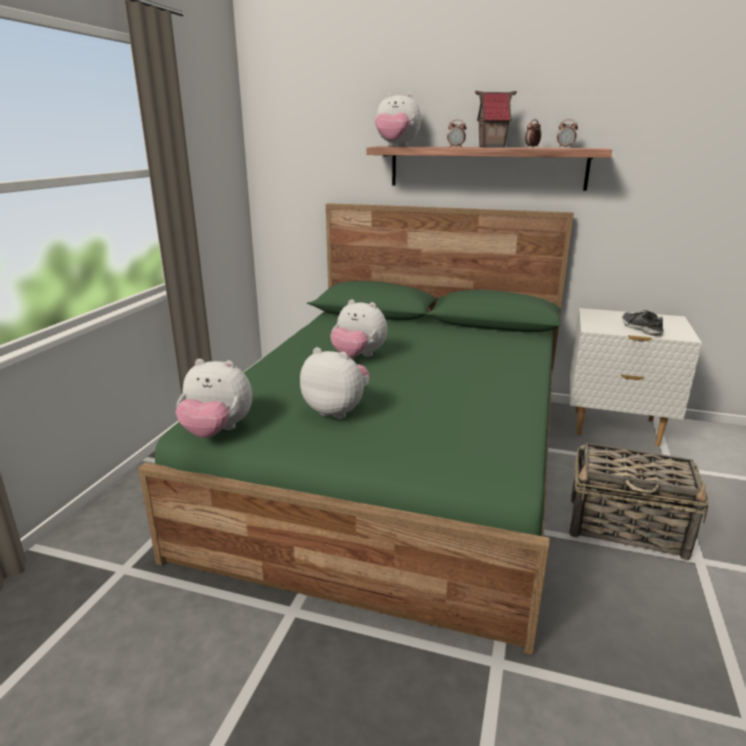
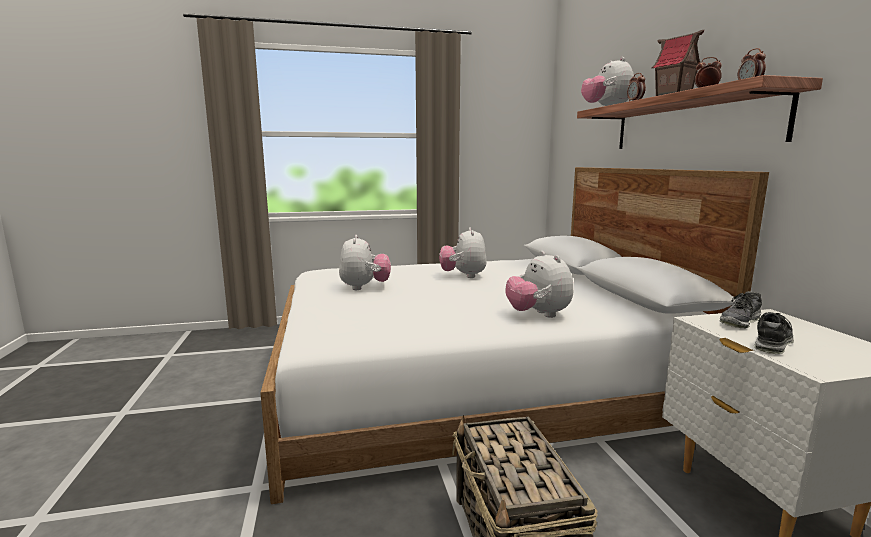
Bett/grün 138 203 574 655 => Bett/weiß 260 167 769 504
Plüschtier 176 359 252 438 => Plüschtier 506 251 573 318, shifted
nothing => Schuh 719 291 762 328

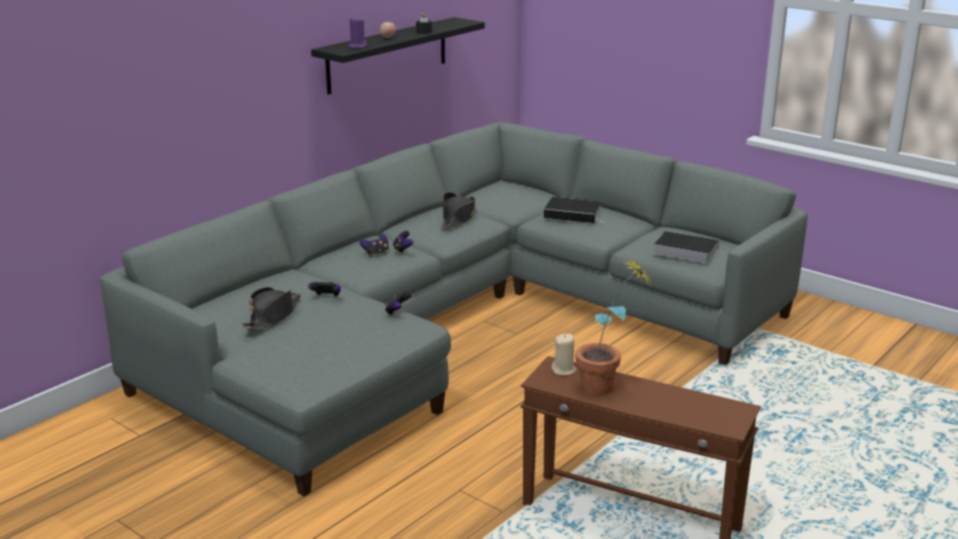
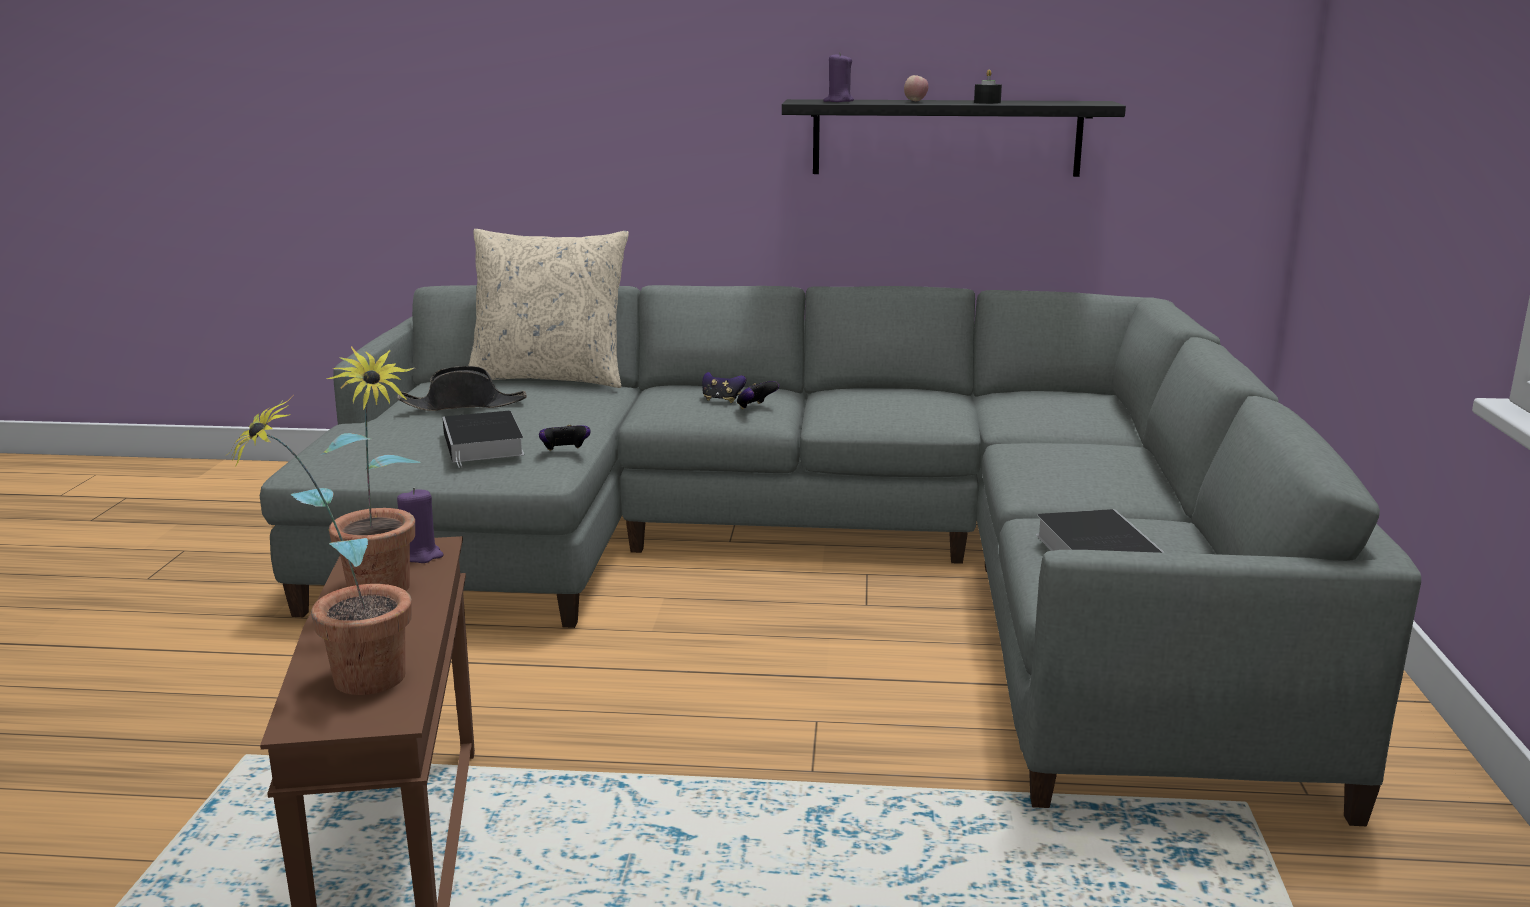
nothing => Topfpflanze 228 395 412 695
Kerze/beige 552 334 577 375 => Kerze/lila 397 488 444 563
Buch 544 197 605 223 => Buch 442 411 524 468, shifted
nothing => Kissen/beige 468 229 629 388
Gamepad 308 281 341 296 => nothing
Hut/schwarz 441 192 475 228 => nothing

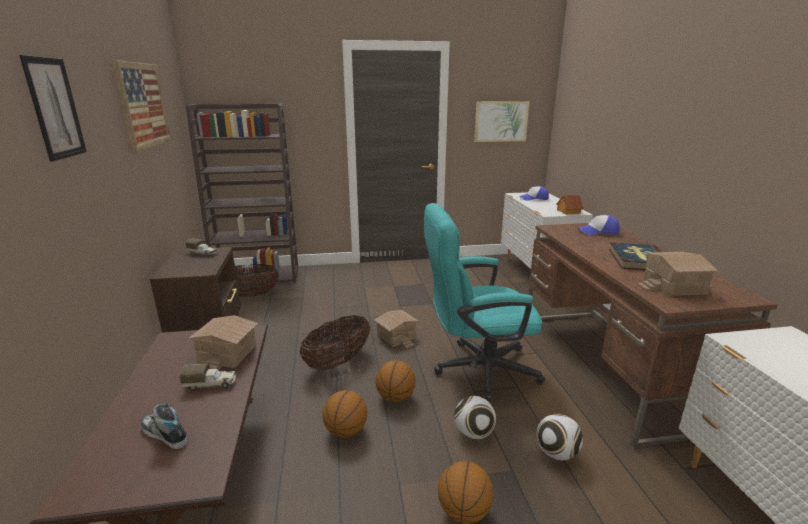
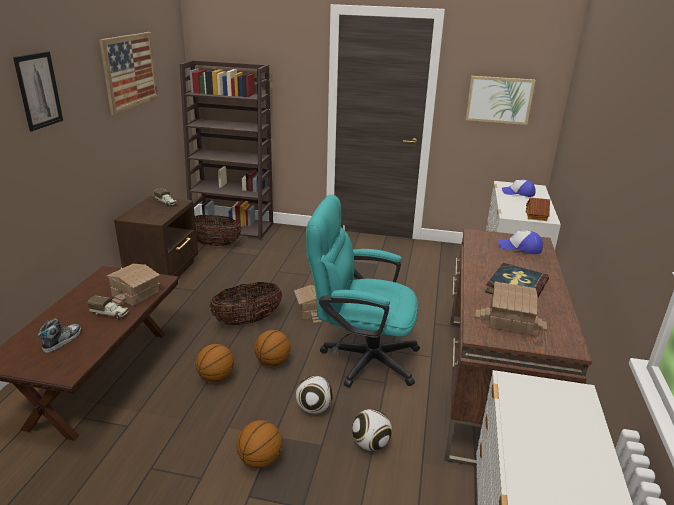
Schuh 141 403 188 449 => Schuh 38 319 81 353, 60 degrees clockwise

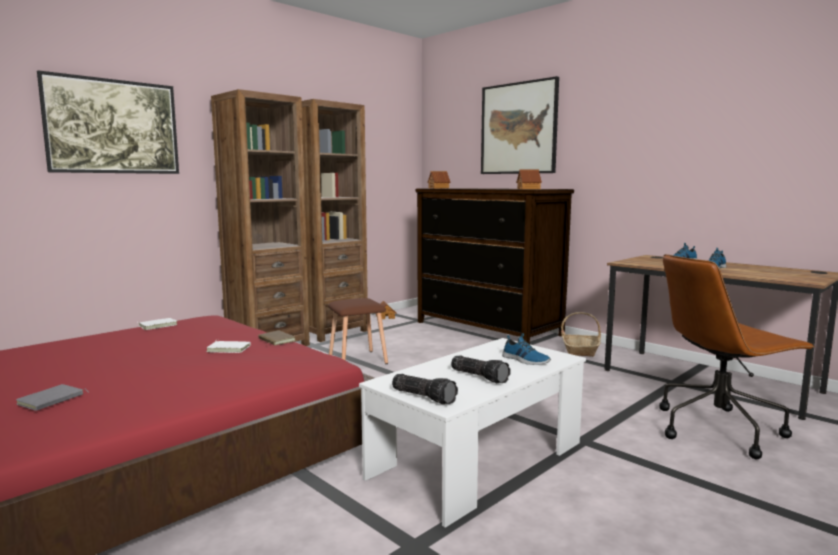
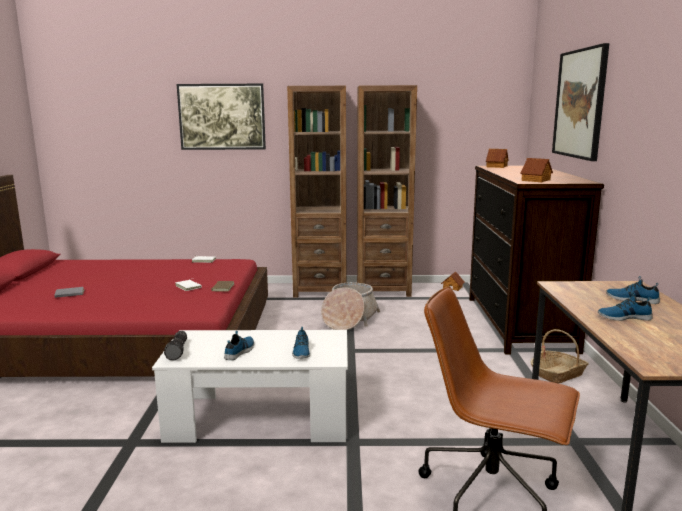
Taschenlampe 451 356 511 383 => Schuh 224 331 254 360
Hocker/braun 328 298 388 364 => Korb 321 282 380 330

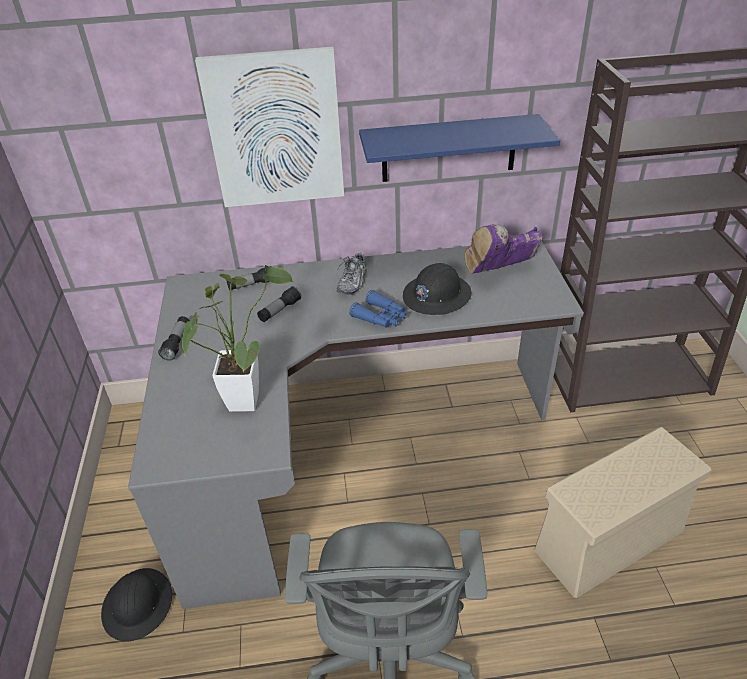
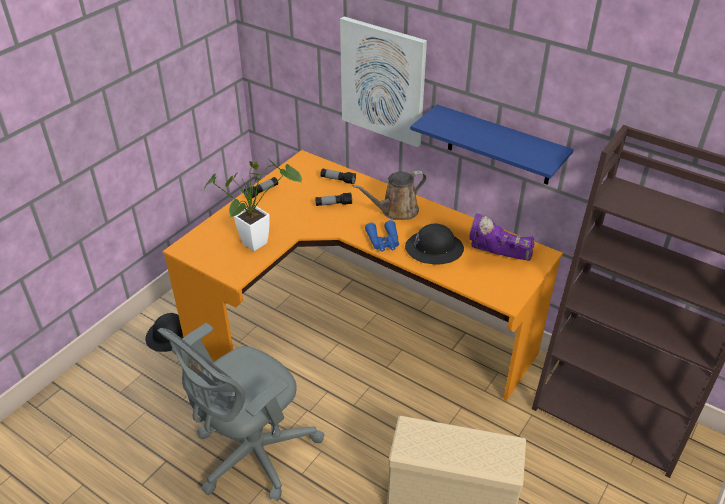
Schreibtisch/grau 128 241 584 609 => Schreibtisch/orange 163 150 563 401
Schuh 337 251 367 295 => Gießkanne/braun 353 170 427 220

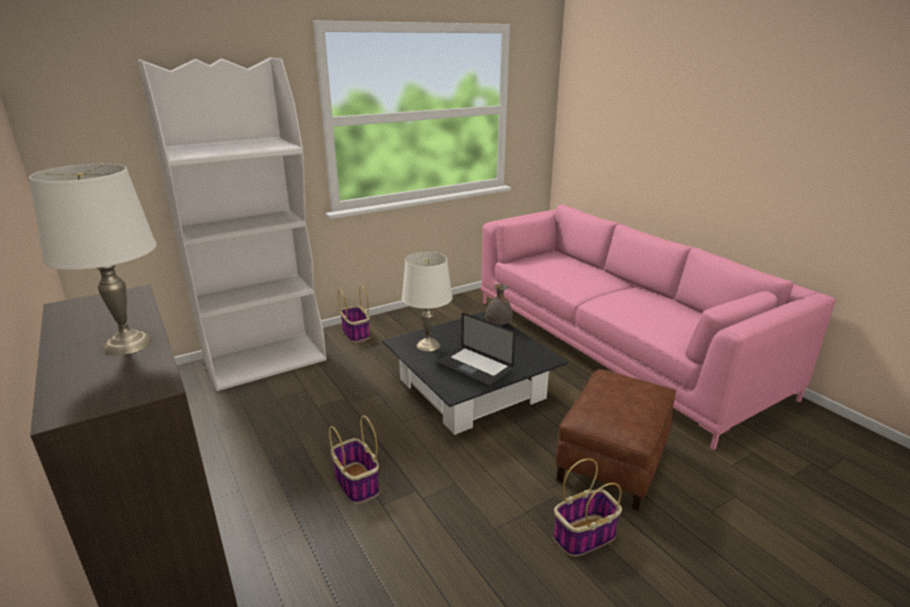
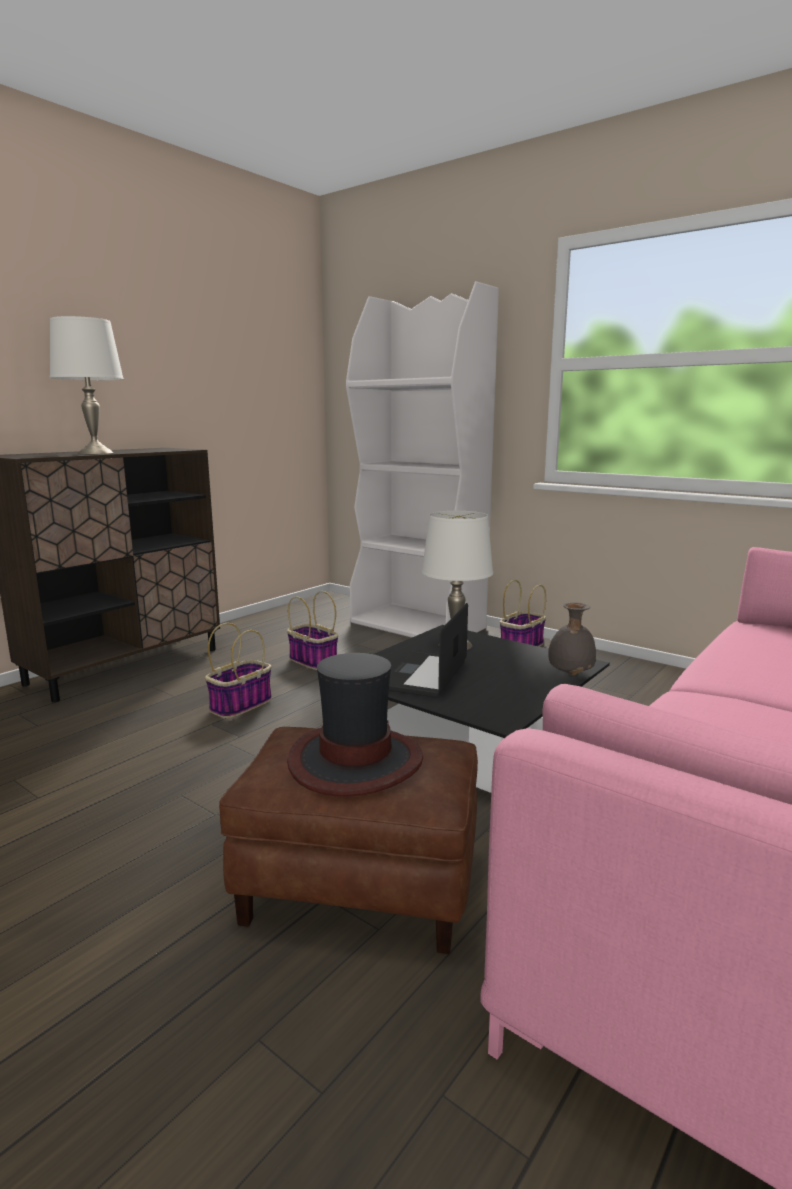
Korb 553 458 622 557 => Korb 287 591 338 670, shifted
nothing => Hut 287 653 423 797

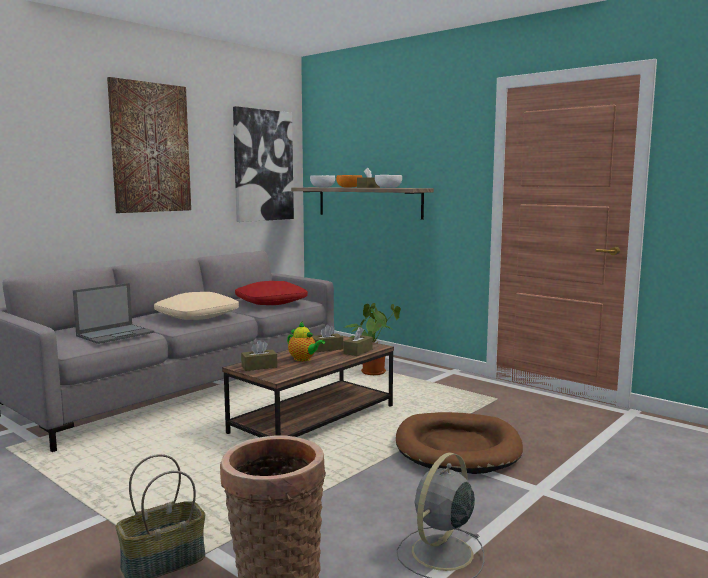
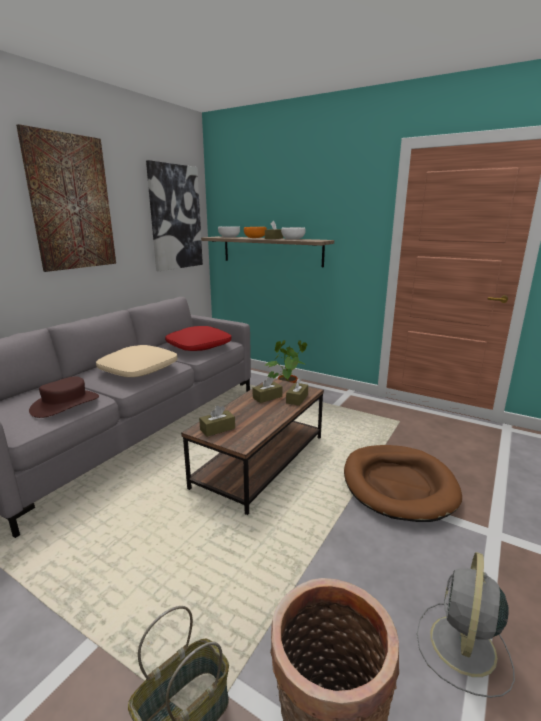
Laptop 73 283 154 344 => Hut/braun 29 376 99 418
Teekanne 287 322 325 361 => nothing

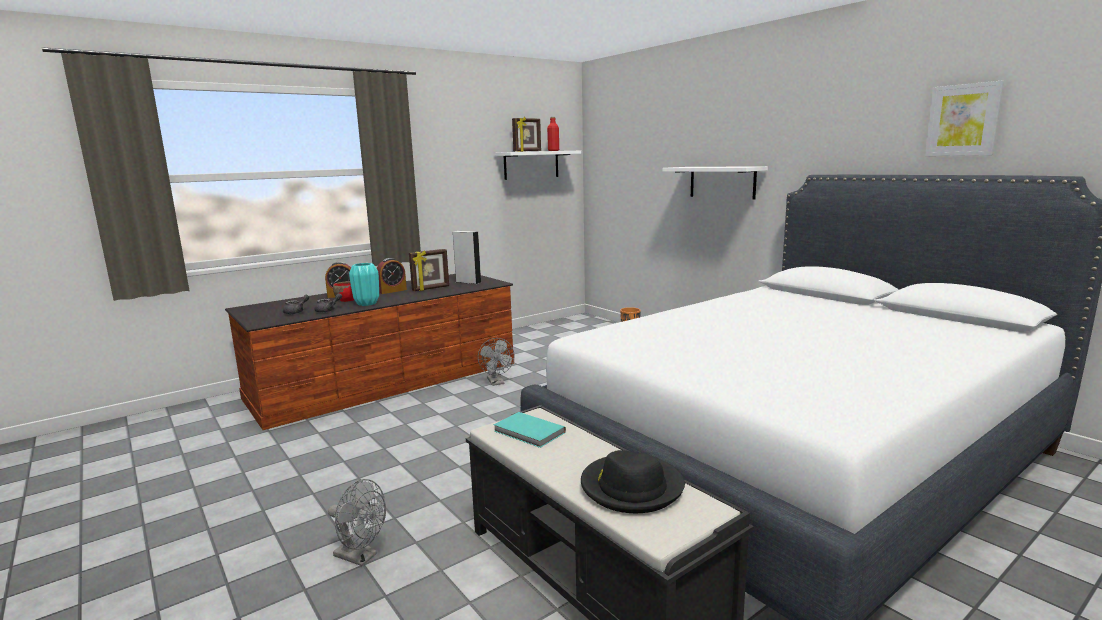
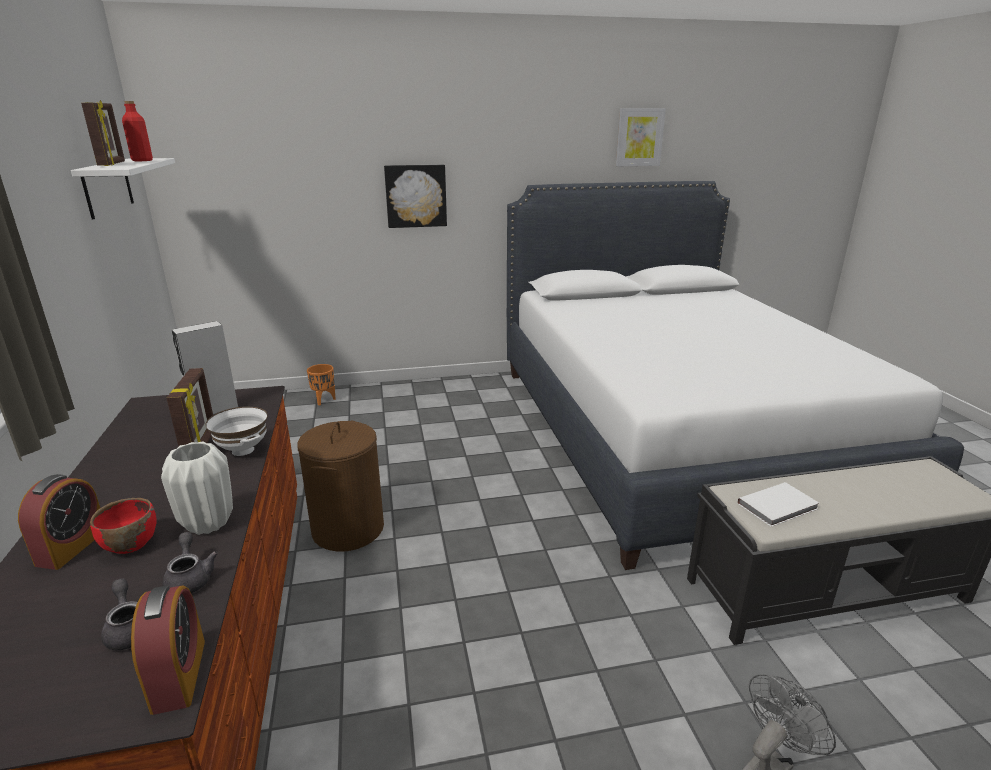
Wecker 377 258 407 294 => Wecker 131 585 205 715, shifted
Vase/türkis 349 263 379 306 => Vase/weiß 161 442 233 535
nothing => Schüssel/weiß 205 406 268 456
Ventilator/grau 478 338 514 386 => Wäschekorb/braun 297 421 384 552
Wandregal/weiß 662 166 768 199 => Bild 384 165 447 228
Buch/türkis 494 412 566 448 => Buch/weiß 737 482 819 527
Hut/schwarz 581 450 685 513 => nothing

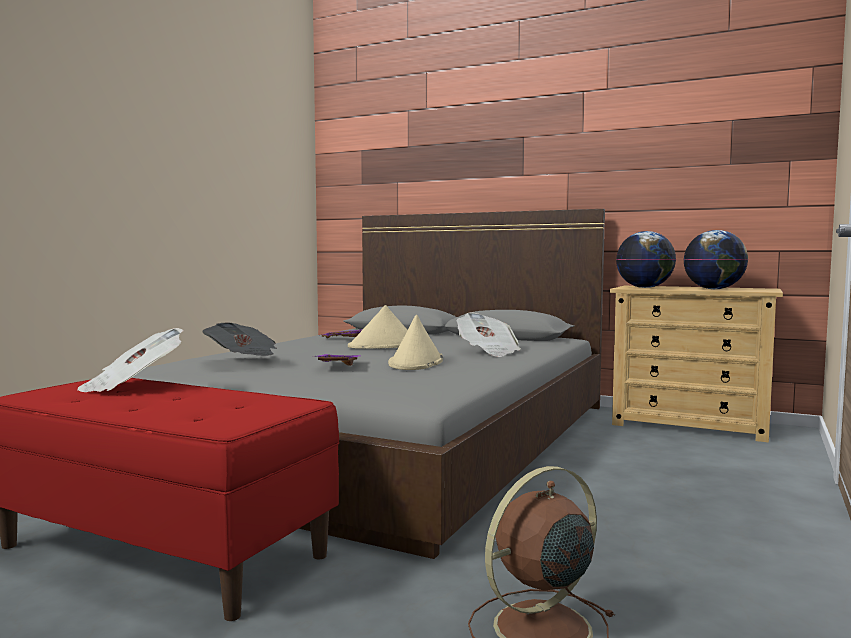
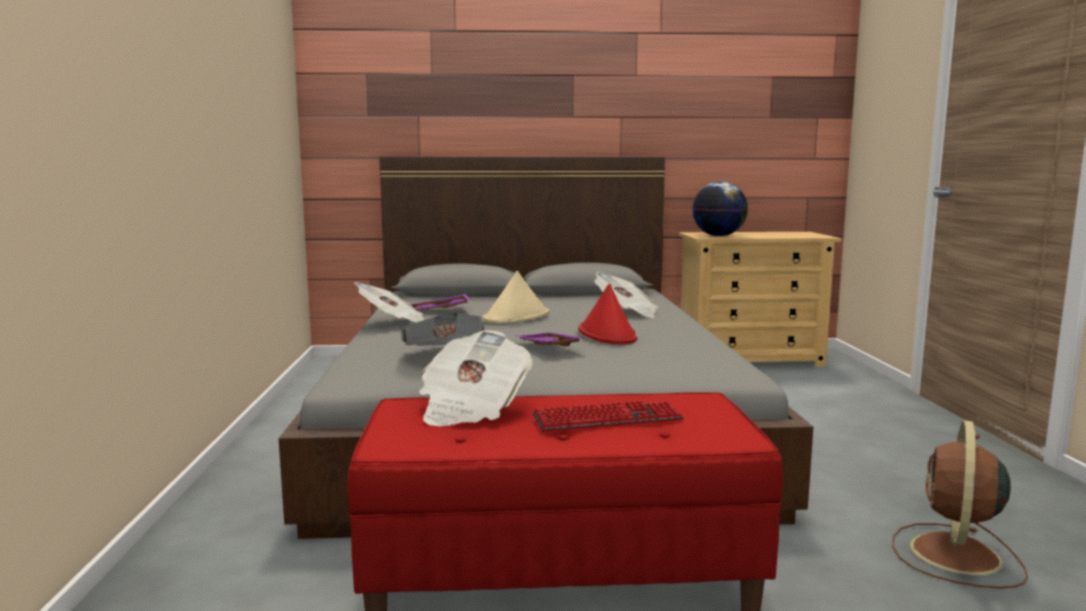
nothing => Zeitung 354 282 424 323
nothing => Tastatur 532 400 684 432
Hut/beige 388 315 443 370 => Hut/rot 578 283 638 344
Globus 683 230 748 289 => nothing

